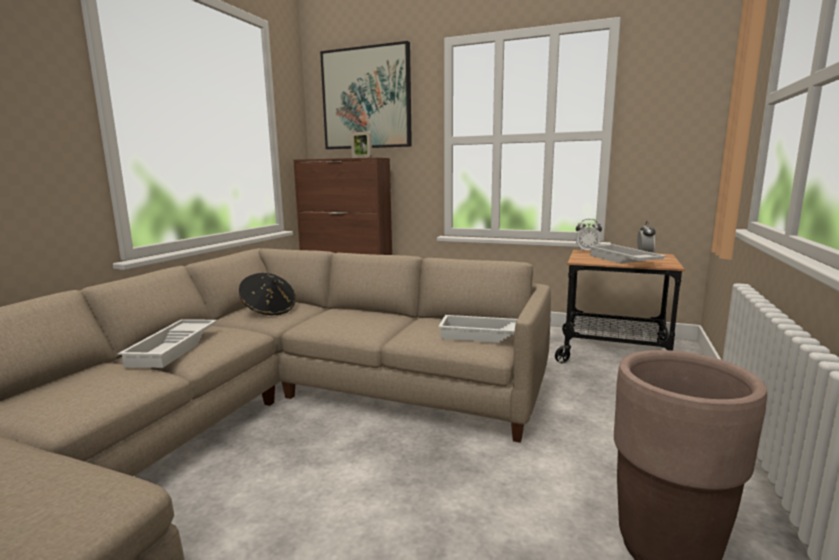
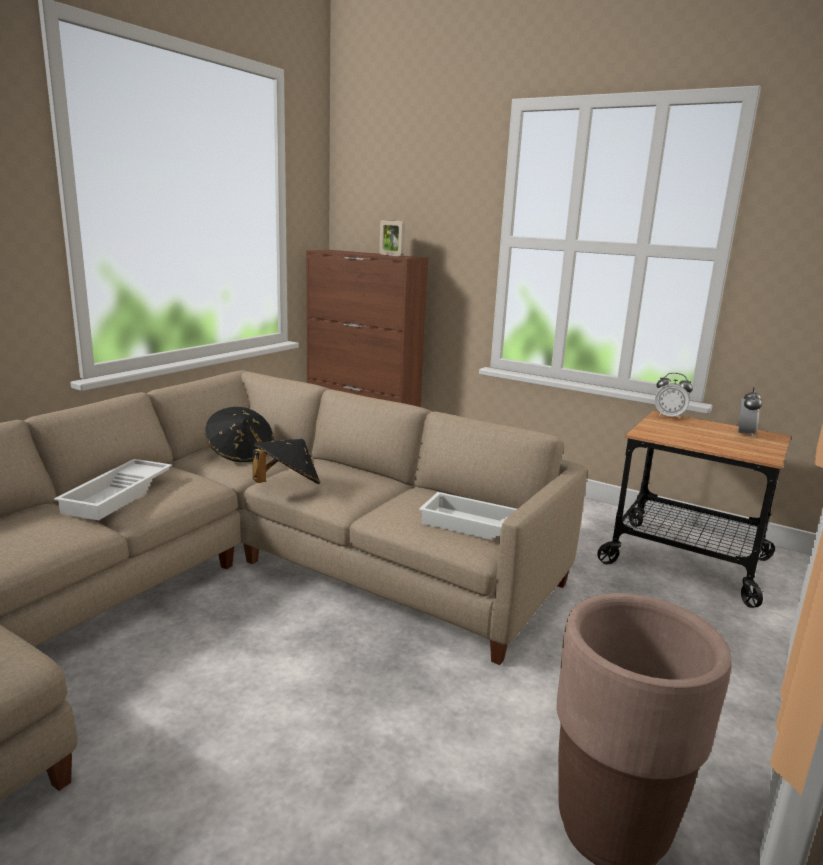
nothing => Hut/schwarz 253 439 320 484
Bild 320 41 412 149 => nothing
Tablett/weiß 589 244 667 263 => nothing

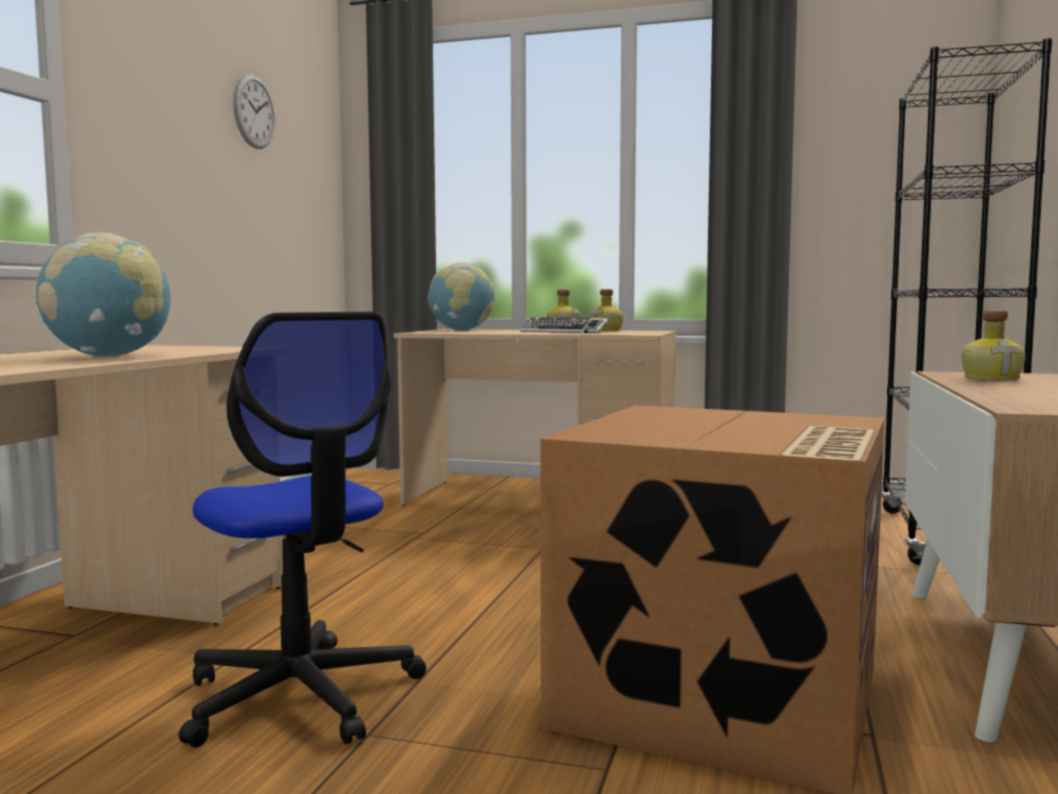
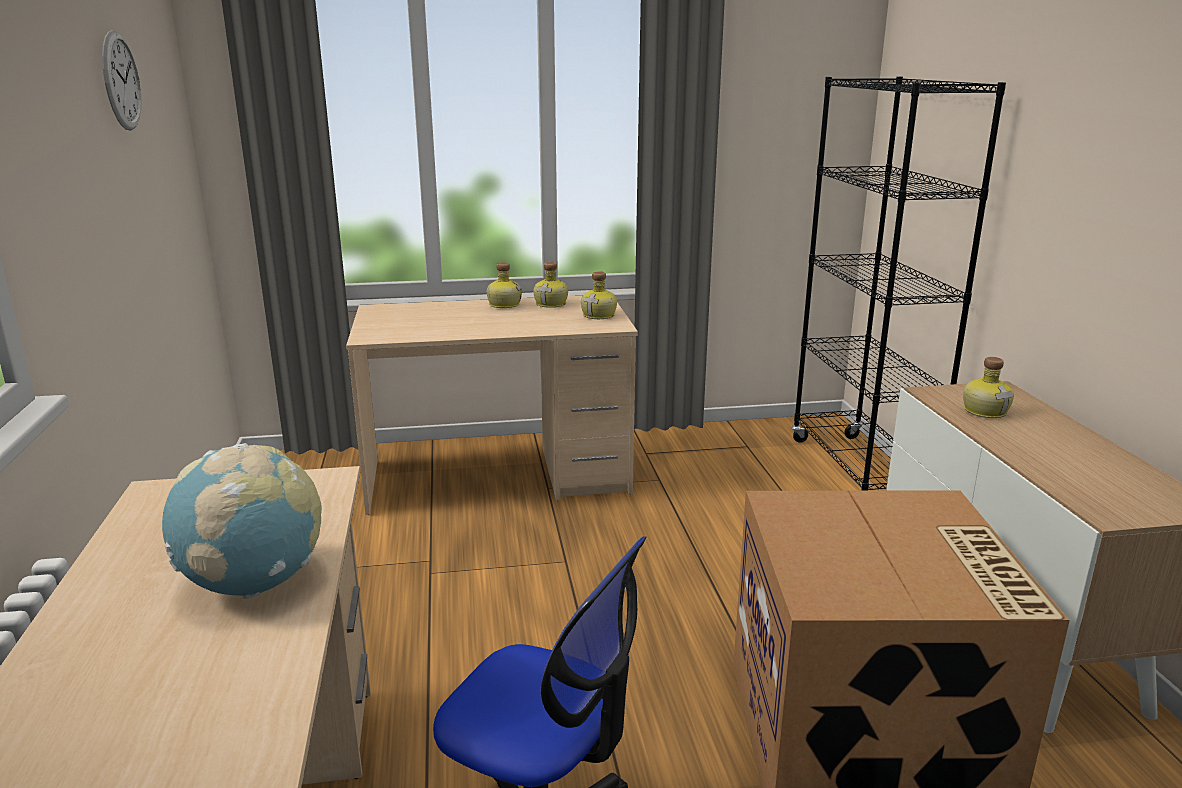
nothing => Flasche 581 271 617 319
Globus 428 263 495 330 => nothing
Tastatur 521 317 608 333 => nothing

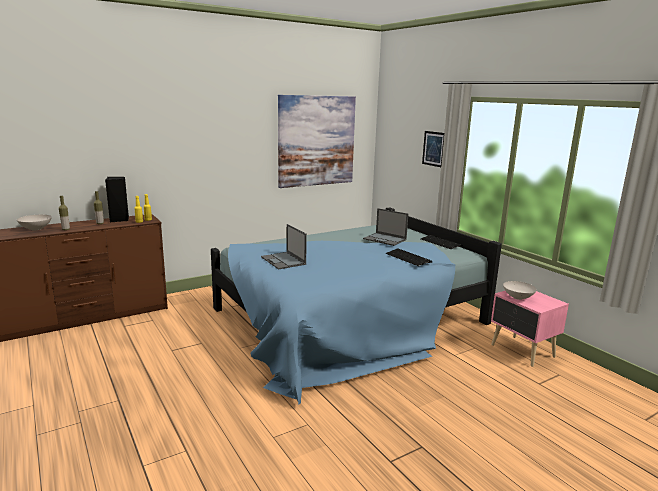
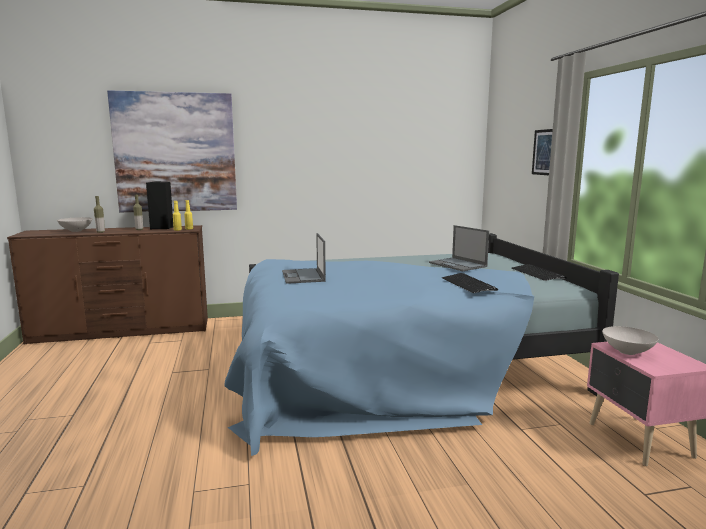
Bild 278 95 356 188 => Bild 107 90 237 212, shifted

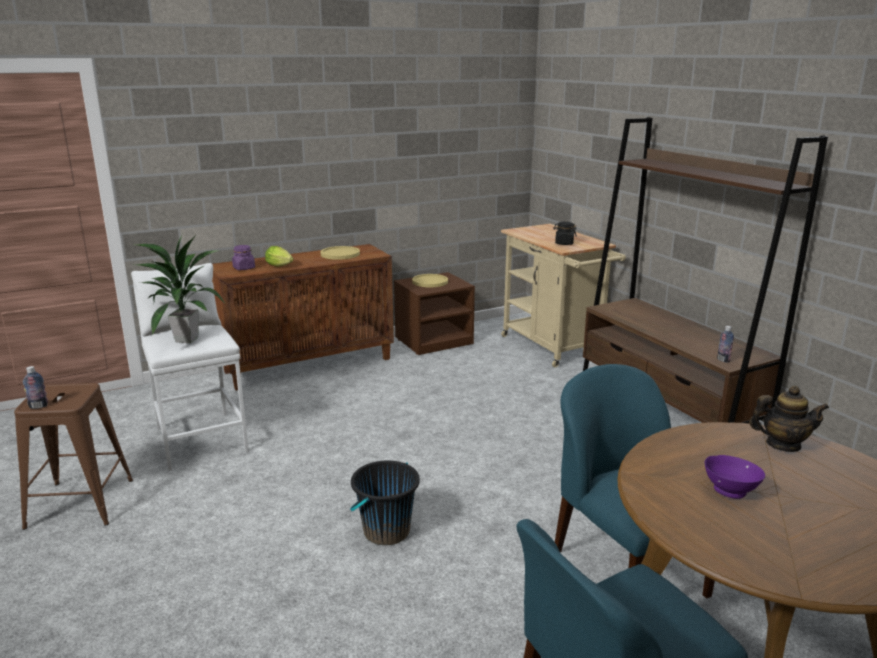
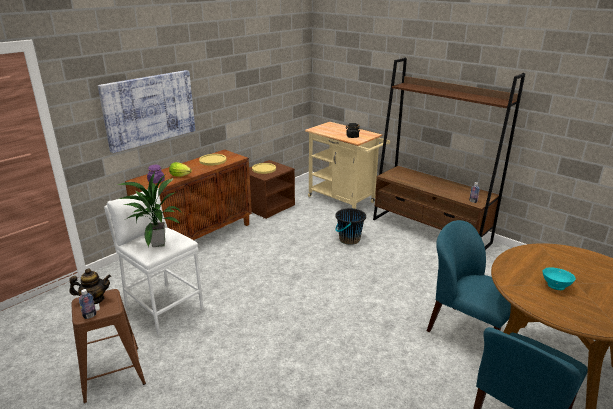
Teekanne 749 386 829 452 => Teekanne 69 268 111 304, shifted
nothing => Bild 98 70 195 153
Eimer/schwarz 350 461 420 545 => Eimer/schwarz 335 208 366 245, shifted
Schüssel/lila 705 455 765 499 => Schüssel/türkis 543 267 576 290

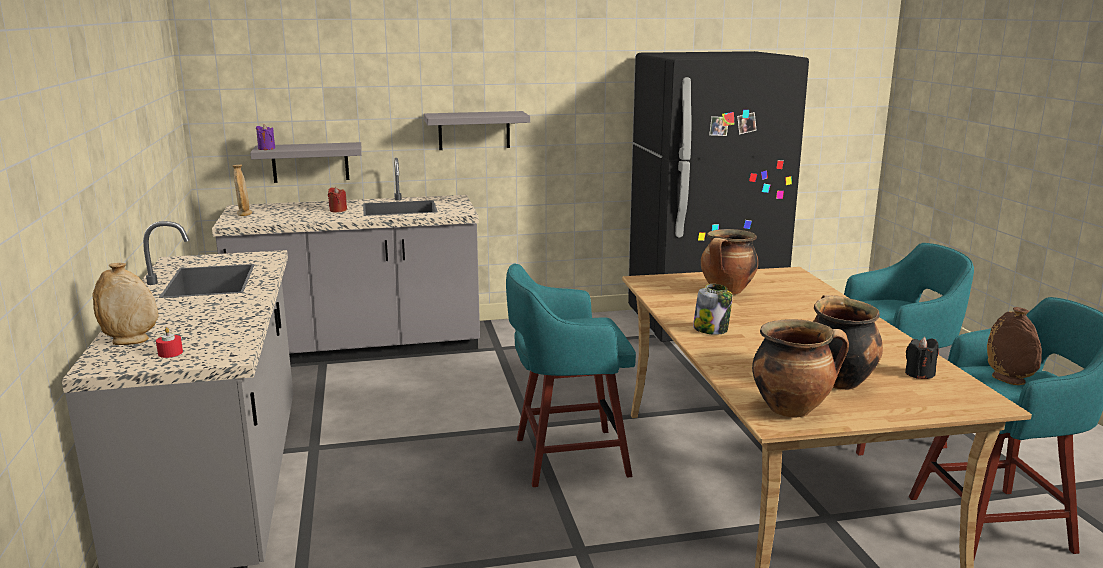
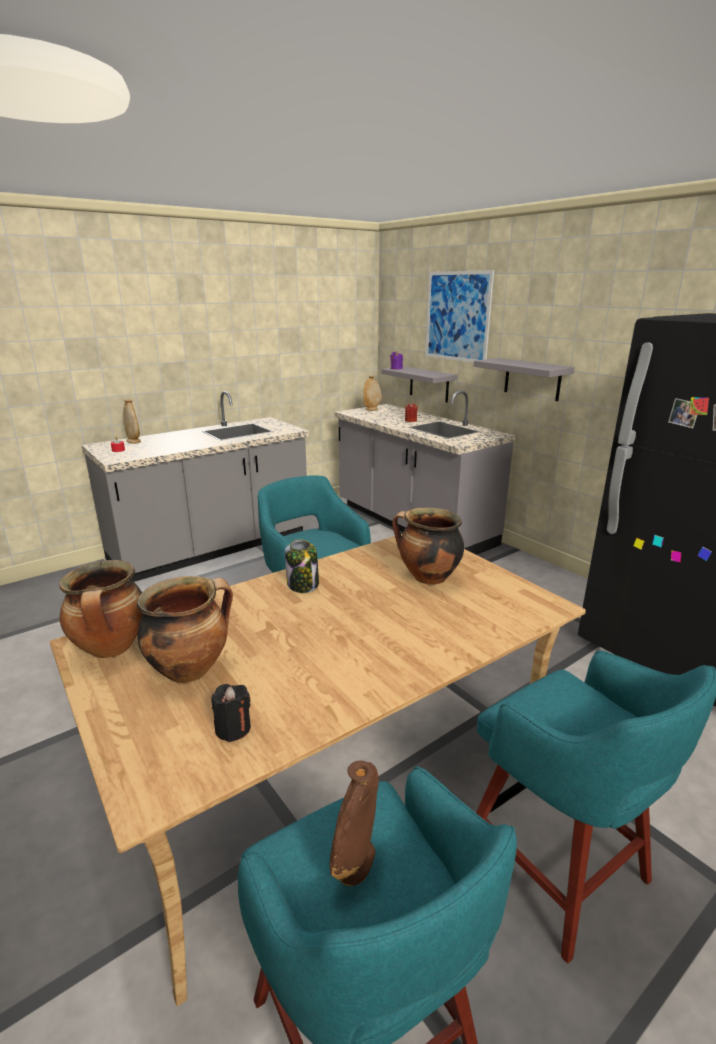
nothing => Bild 426 270 494 363

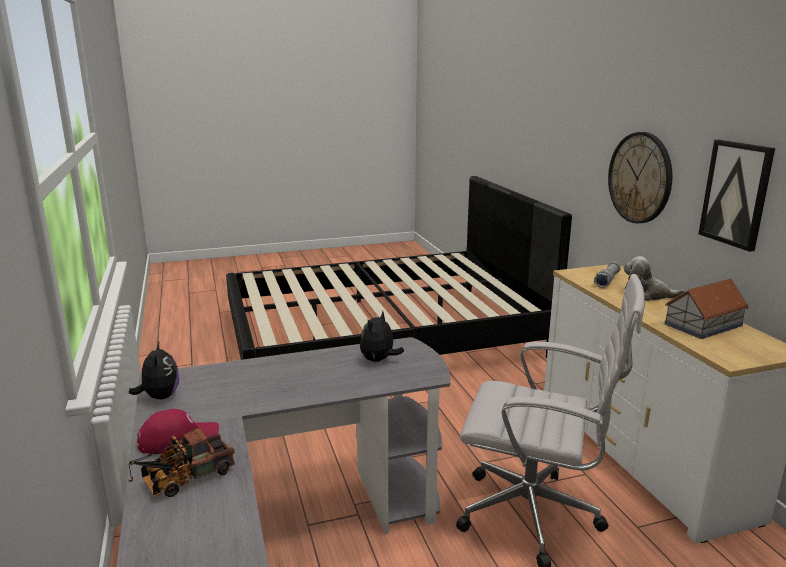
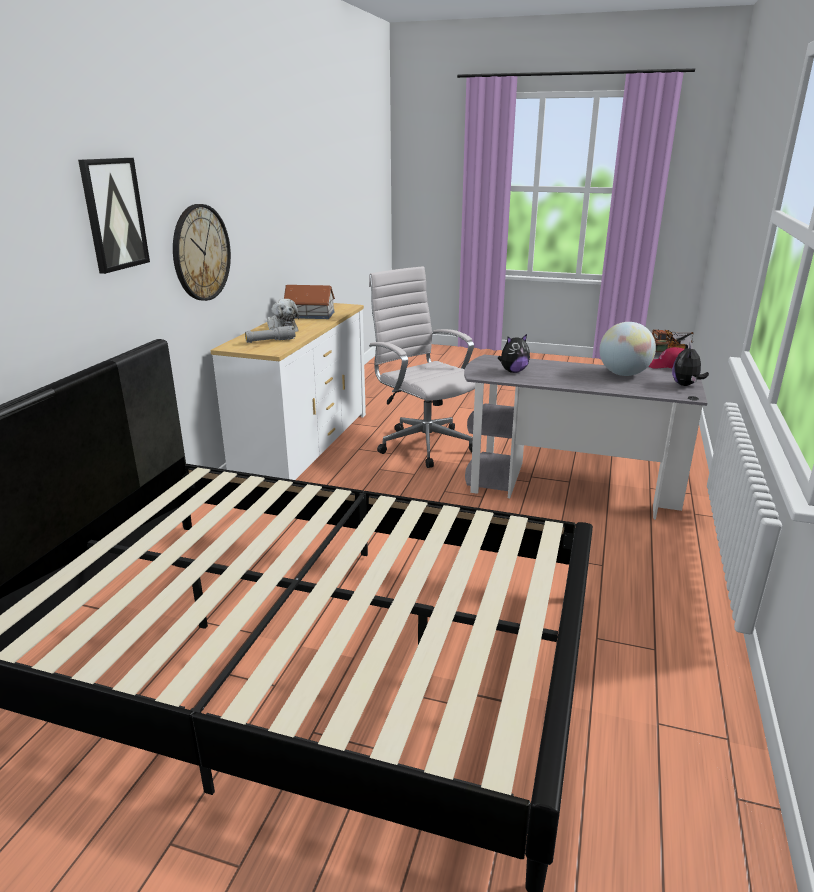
Bild 698 140 775 252 => Bild 78 158 150 274, shifted
nothing => Globus 599 322 656 376

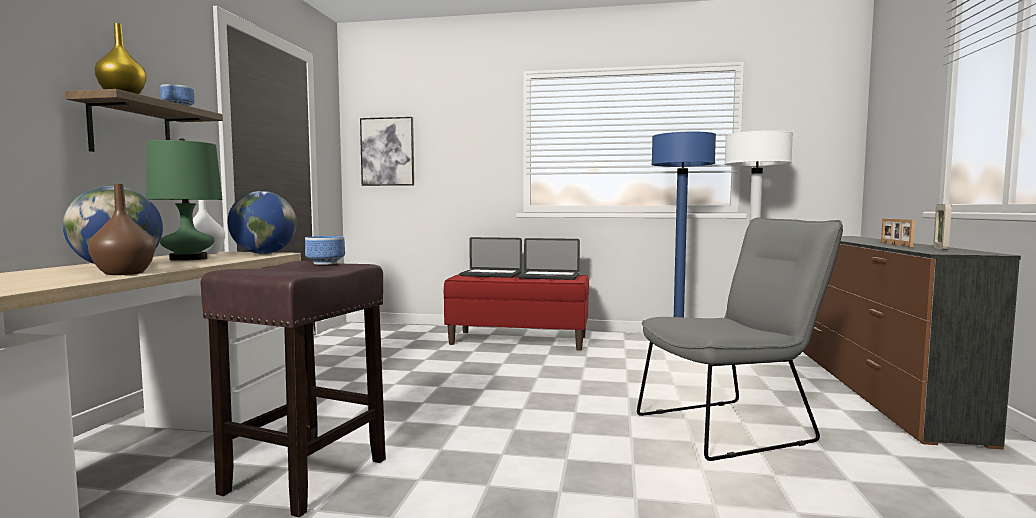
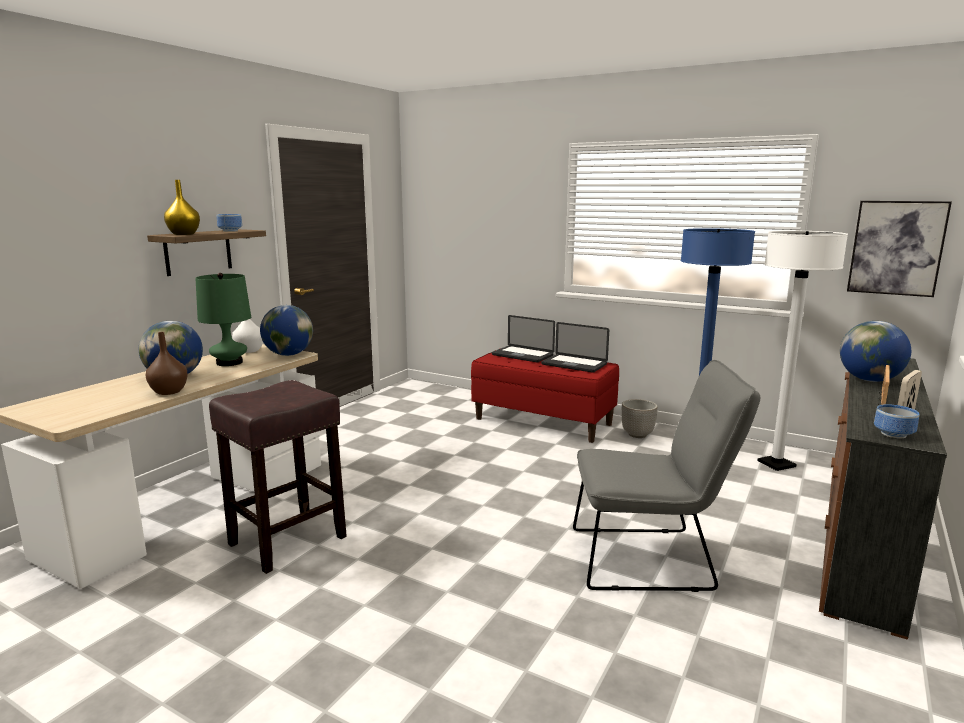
nothing => Pflanzkübel 622 399 658 438
nothing => Globus 840 321 911 382
Bild 360 117 414 186 => Bild 847 201 952 297, shifted
Schüssel 305 236 345 265 => Schüssel 874 404 920 438, shifted

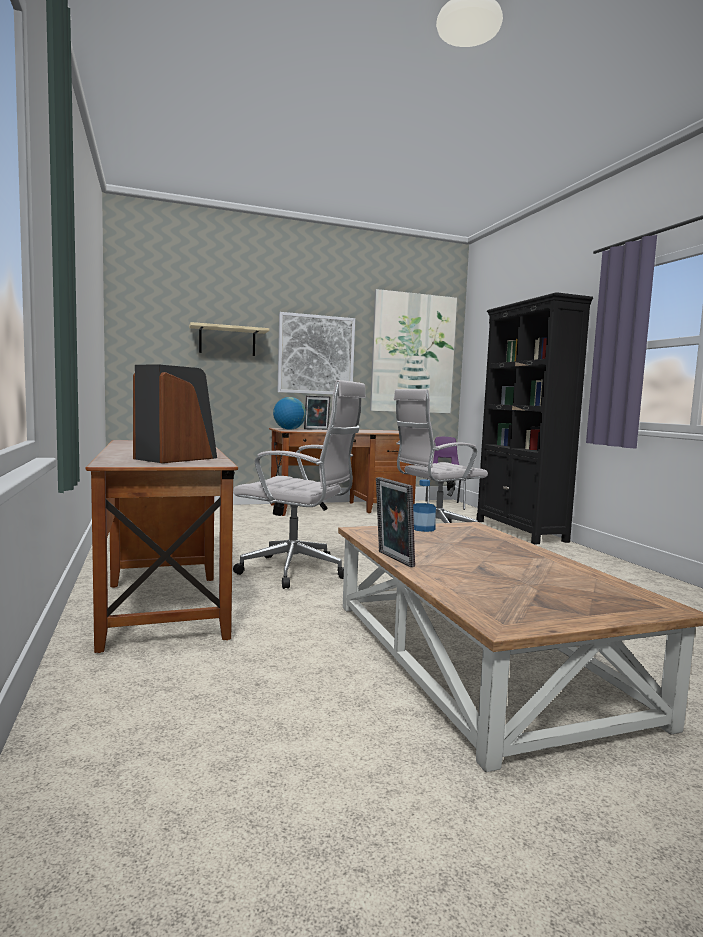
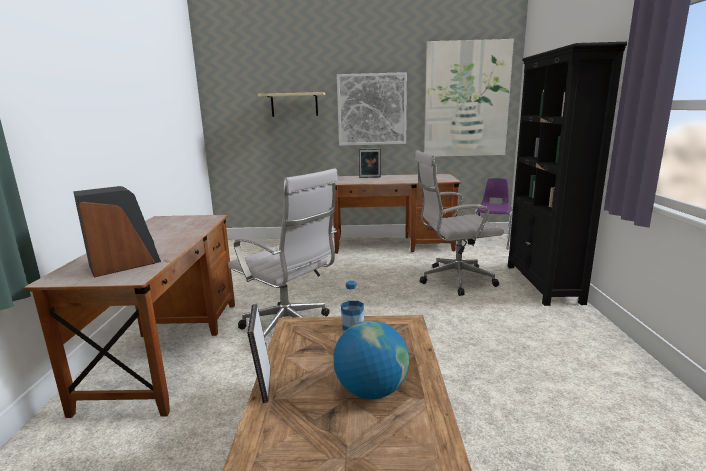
Globus 273 397 306 430 => Globus 333 321 409 399, shifted

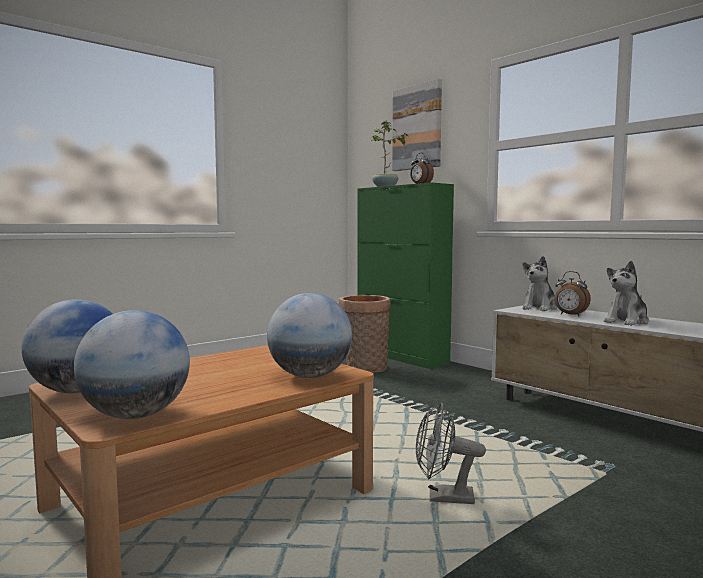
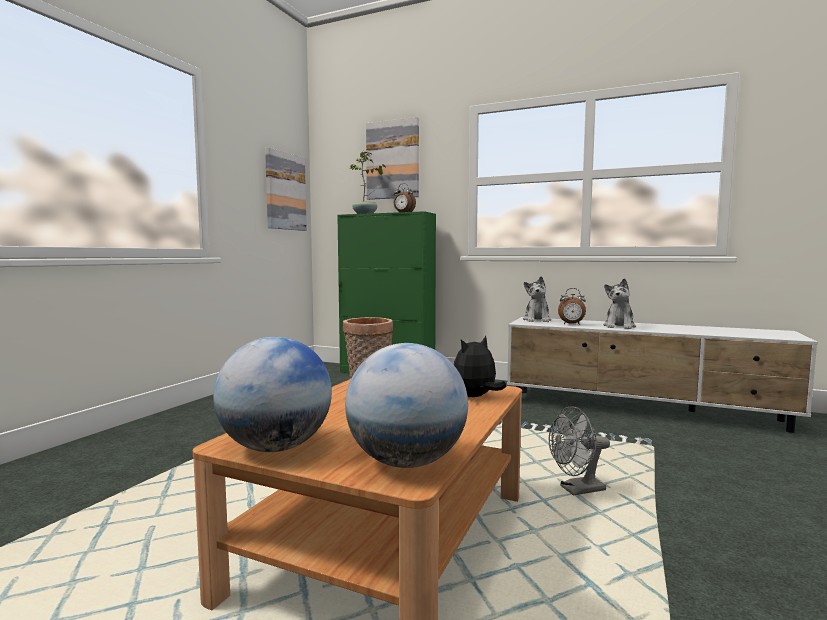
nothing => Bild 265 148 307 231
Globus 267 293 352 378 => Plüschtier 454 336 507 397

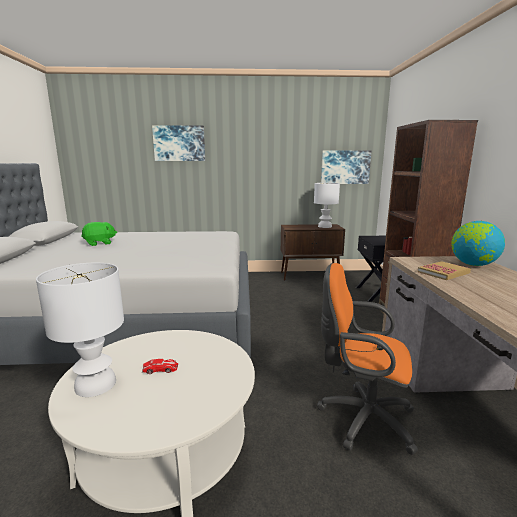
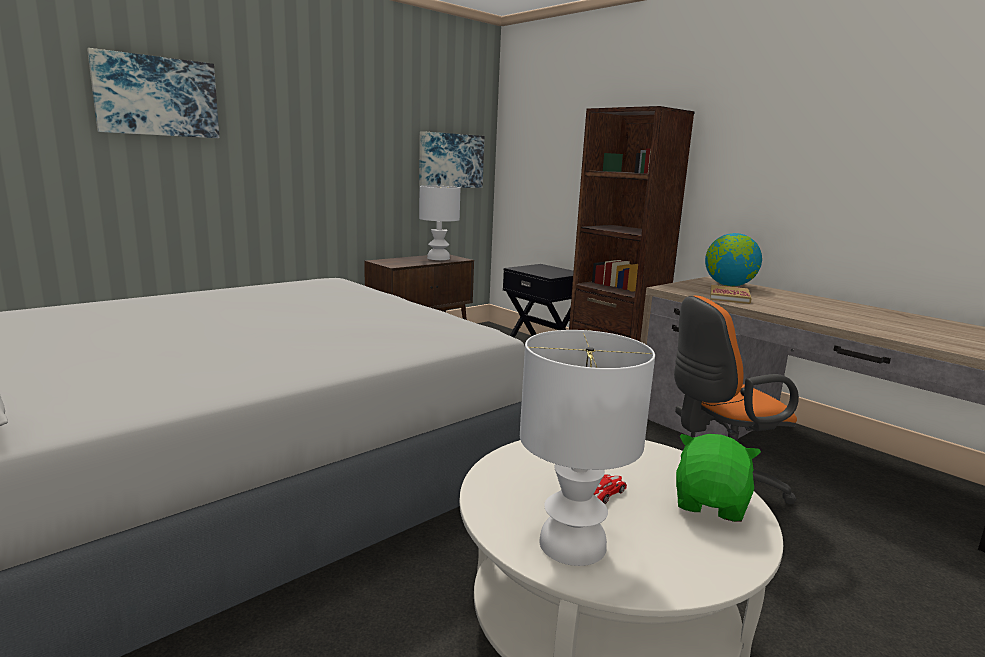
Plüschtier/grün 81 222 117 246 => Plüschtier/grün 676 434 761 522, shifted

